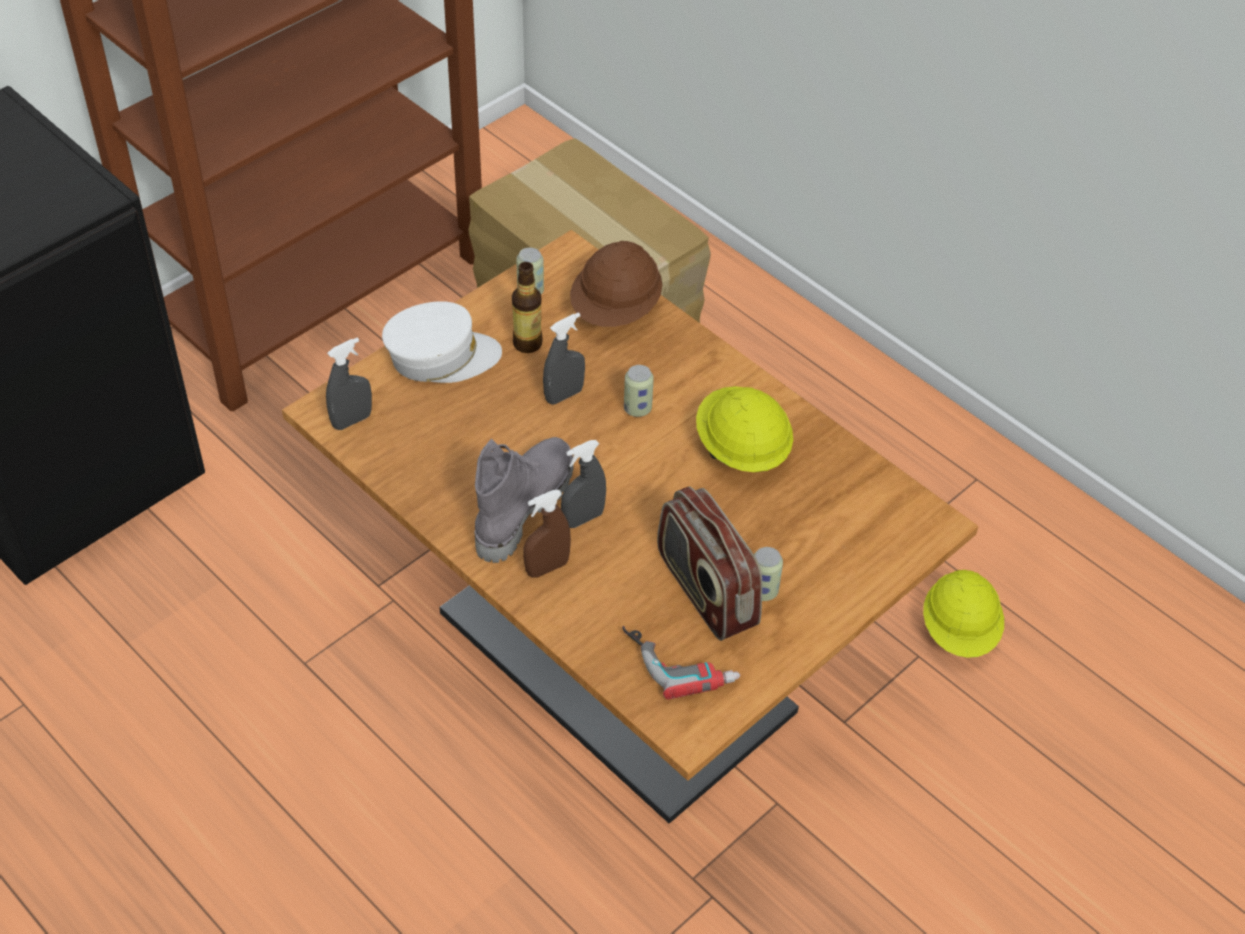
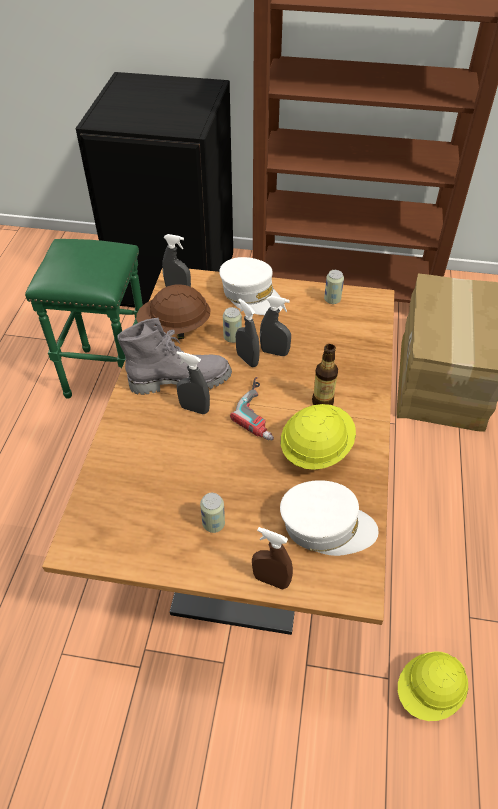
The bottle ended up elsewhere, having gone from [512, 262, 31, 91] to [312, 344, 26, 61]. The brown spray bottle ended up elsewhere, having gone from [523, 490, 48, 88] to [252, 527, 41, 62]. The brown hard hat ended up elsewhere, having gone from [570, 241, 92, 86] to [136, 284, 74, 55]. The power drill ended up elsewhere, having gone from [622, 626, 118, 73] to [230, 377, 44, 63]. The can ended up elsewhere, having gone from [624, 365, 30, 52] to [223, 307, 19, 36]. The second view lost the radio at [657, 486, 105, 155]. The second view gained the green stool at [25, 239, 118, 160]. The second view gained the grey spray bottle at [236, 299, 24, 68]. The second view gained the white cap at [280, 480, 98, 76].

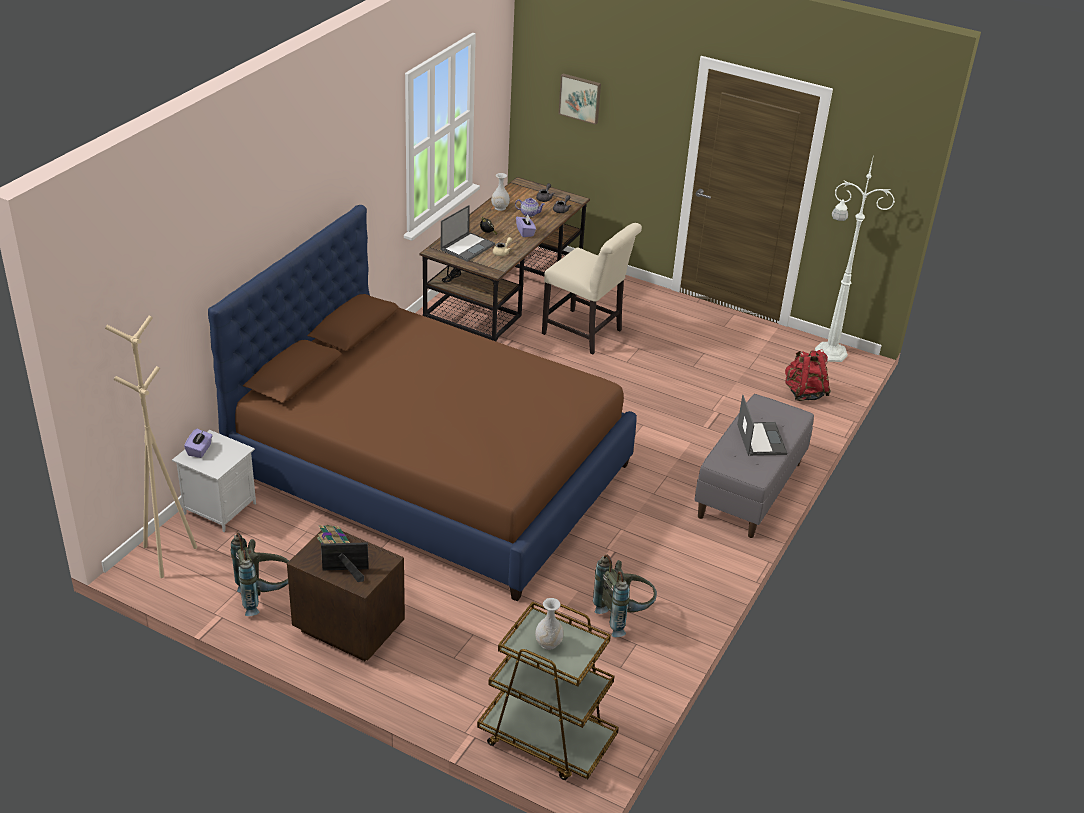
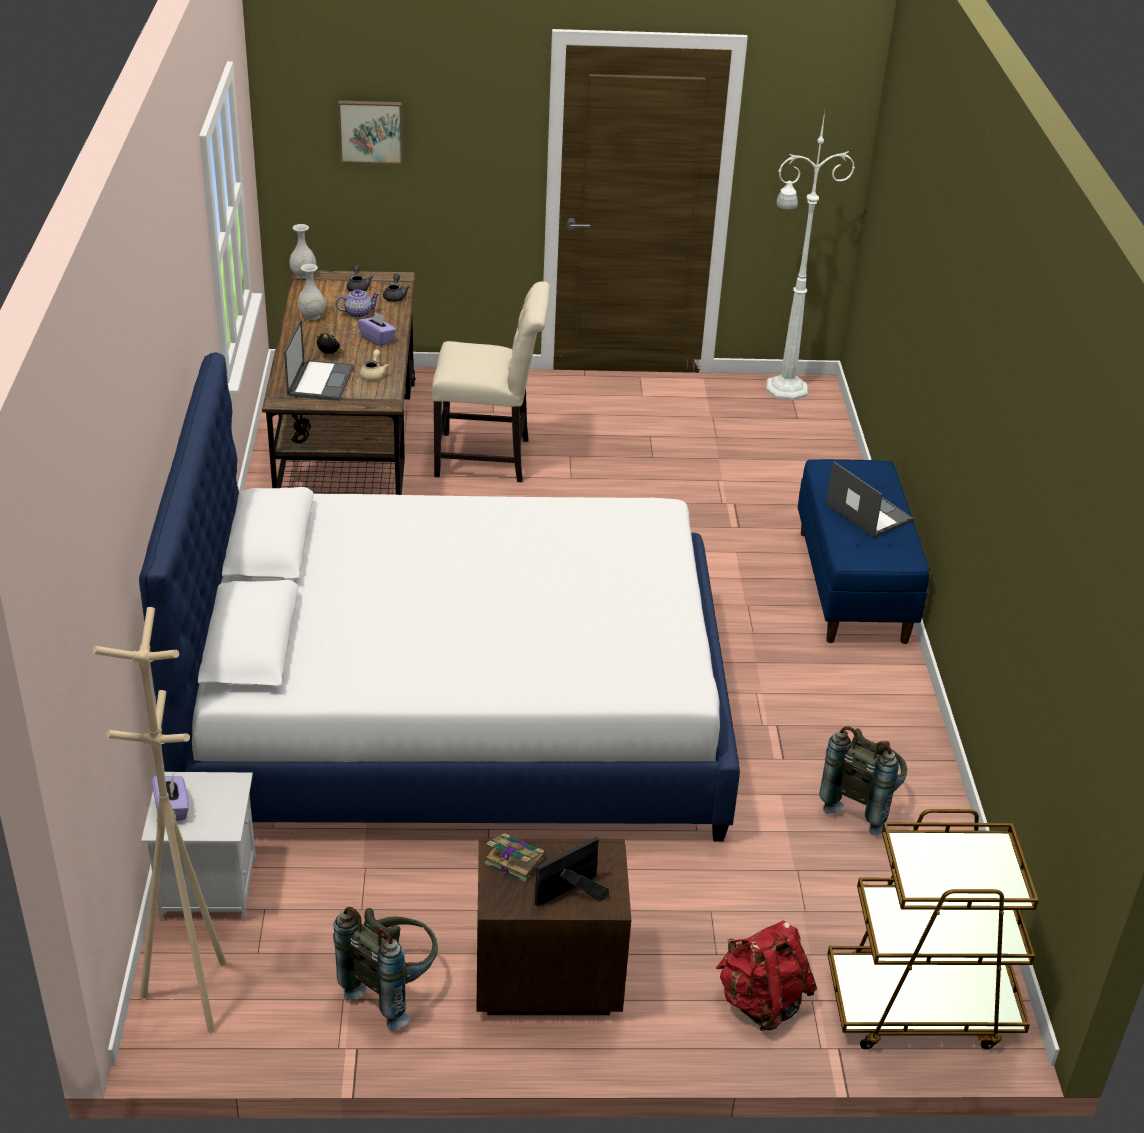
What was the brown bed at [208, 205, 429, 396] turned into the white bed at [139, 352, 601, 489]. The white vase ended up elsewhere, having gone from [535, 598, 28, 52] to [289, 224, 27, 55]. What was the grey bench at [695, 394, 119, 144] turned into the blue bench at [798, 459, 131, 185]. The red backpack ended up elsewhere, having gone from [785, 349, 46, 52] to [716, 920, 101, 111].

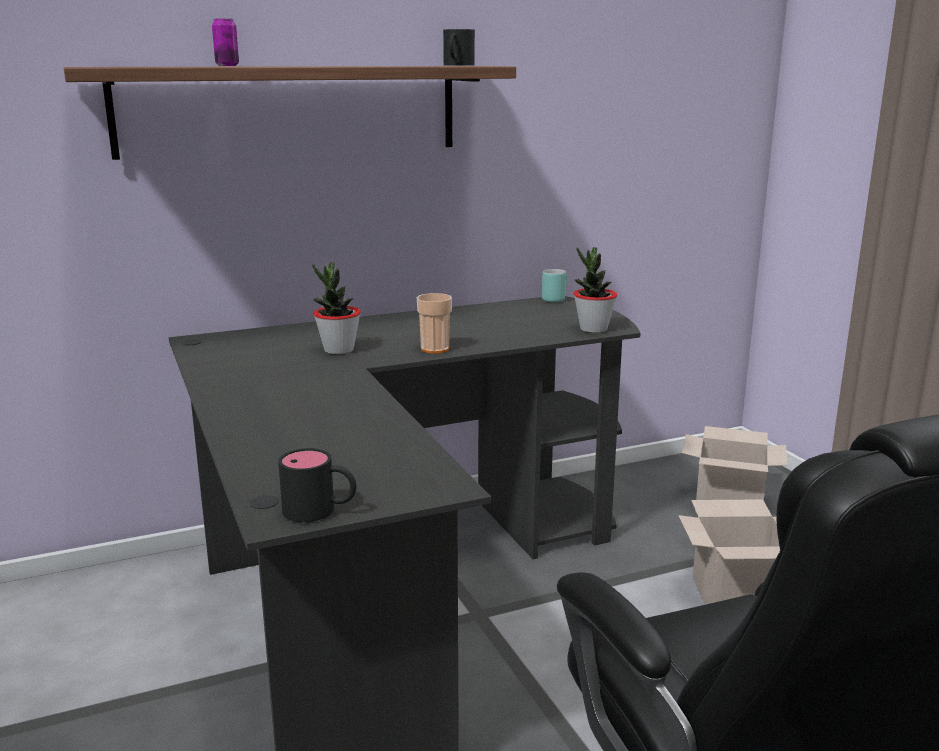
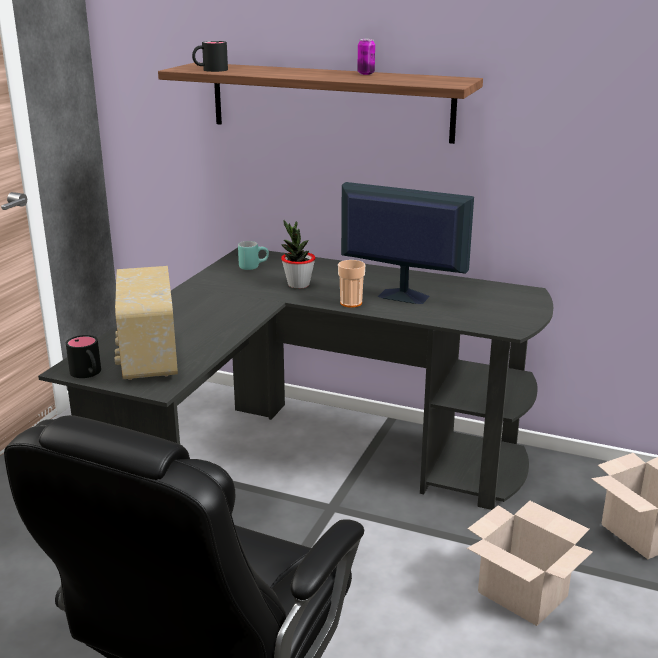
The can ended up elsewhere, having gone from [212, 18, 27, 48] to [357, 39, 18, 36]. The black mug ended up elsewhere, having gone from [443, 29, 32, 37] to [192, 41, 36, 31]. The turquoise mug ended up elsewhere, having gone from [542, 269, 25, 33] to [238, 241, 31, 29]. The second view lost the potted plant at [574, 247, 43, 86]. The second view gained the radio at [115, 266, 63, 114]. The second view gained the monitor at [341, 182, 133, 122].

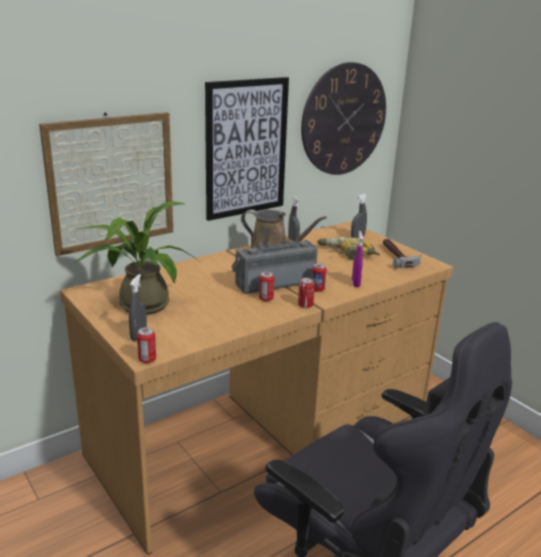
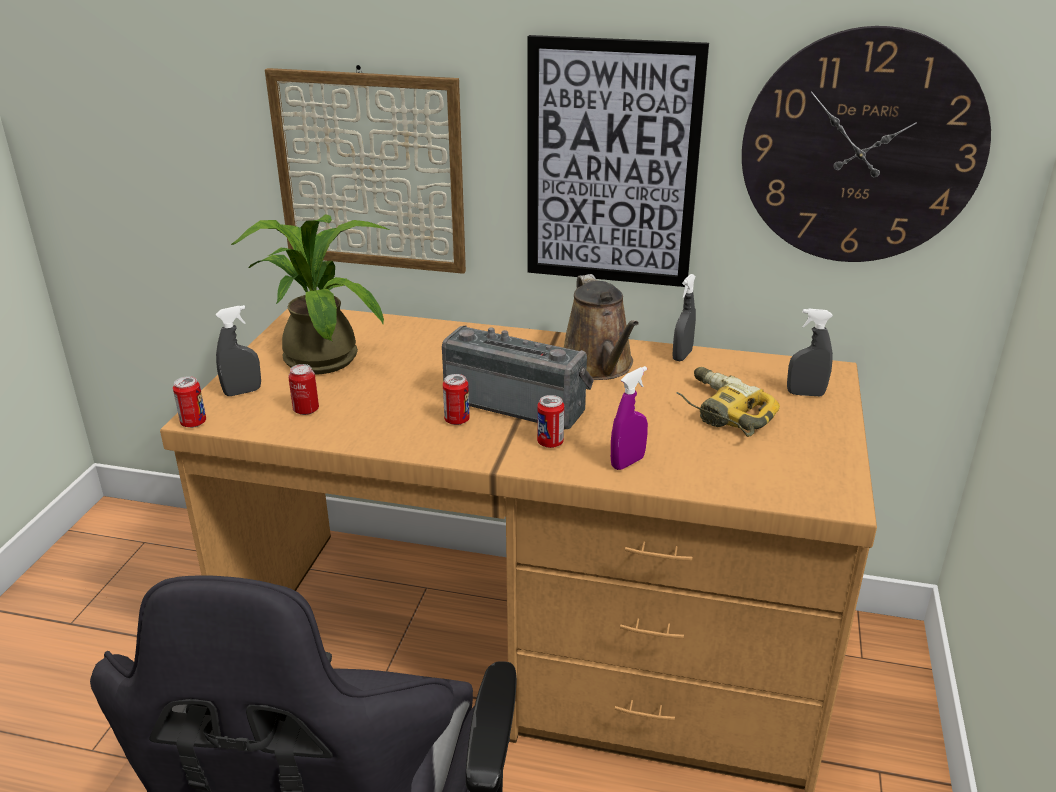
The can ended up elsewhere, having gone from [298, 278, 17, 30] to [288, 364, 31, 51]. The second view lost the hammer at [383, 239, 38, 30].

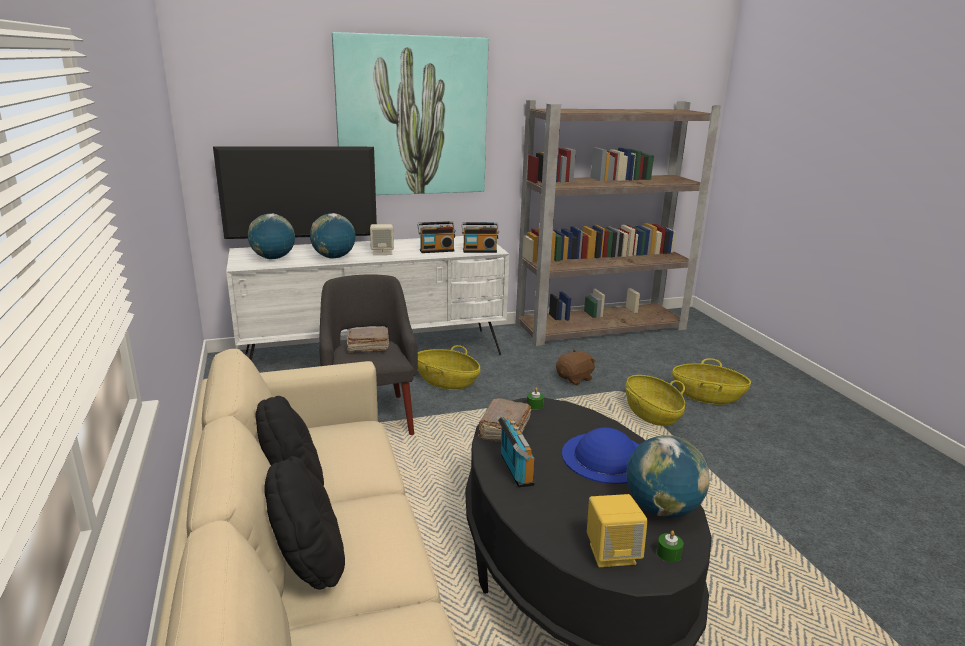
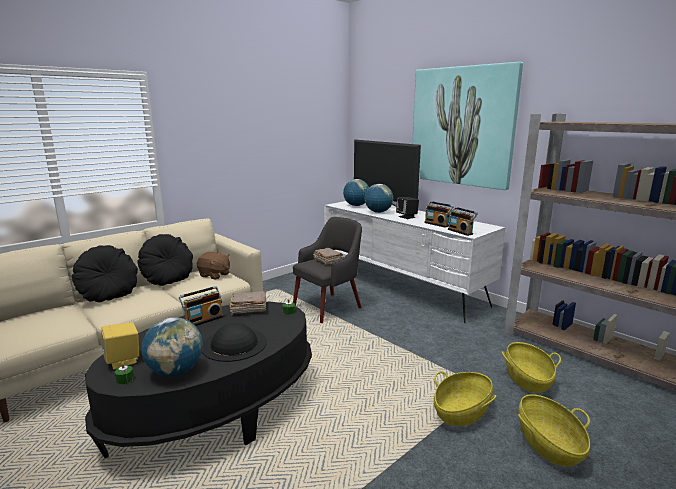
What was the beige speaker at [370, 224, 24, 31] turned into the black speaker at [396, 197, 23, 22]. The basket ended up elsewhere, having gone from [418, 345, 63, 45] to [502, 342, 59, 51]. The brown plush toy ended up elsewhere, having gone from [556, 349, 40, 36] to [197, 252, 33, 28]. What was the blue hat at [562, 428, 77, 56] turned into the black hat at [202, 323, 65, 39].

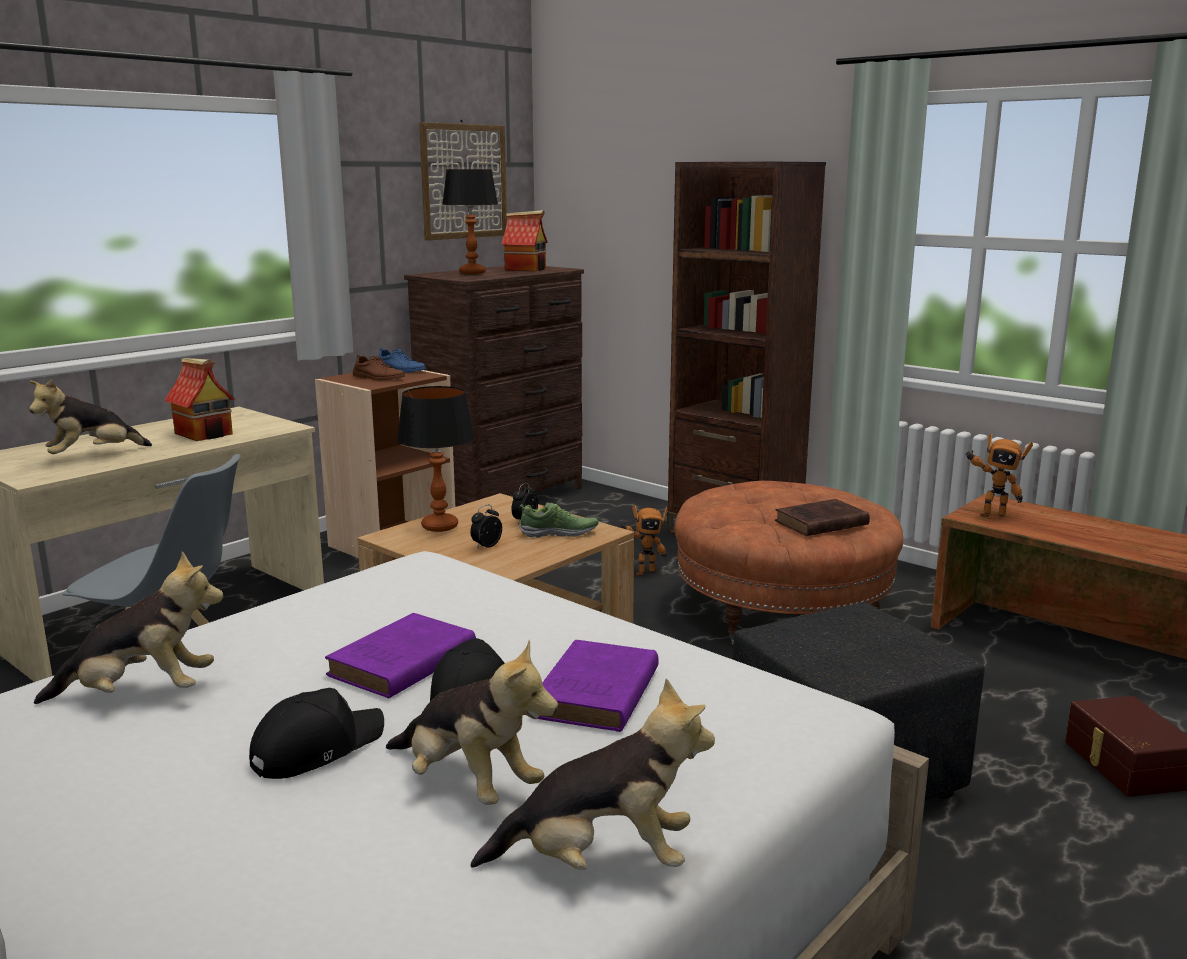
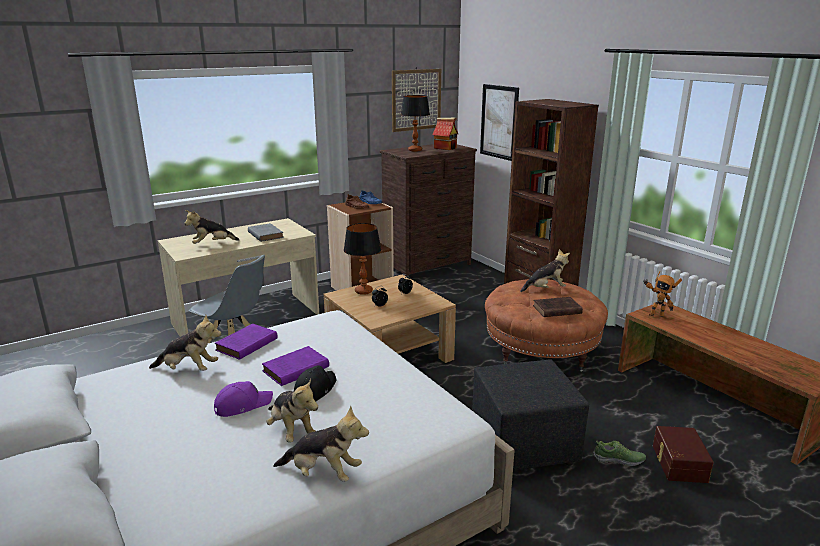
Where the toy house stood at [164, 358, 71, 83], the grey book came to stand at [248, 223, 36, 19]. What was the black cap at [249, 688, 135, 91] turned into the purple cap at [214, 381, 59, 36]. The shoe ended up elsewhere, having gone from [519, 502, 80, 36] to [593, 441, 53, 25]. The purple book ended up elsewhere, having gone from [538, 640, 121, 92] to [214, 324, 64, 36]. The second view lost the toy robot at [619, 505, 49, 71]. The second view gained the picture at [480, 84, 39, 77]. The second view gained the plush toy at [520, 249, 50, 43].

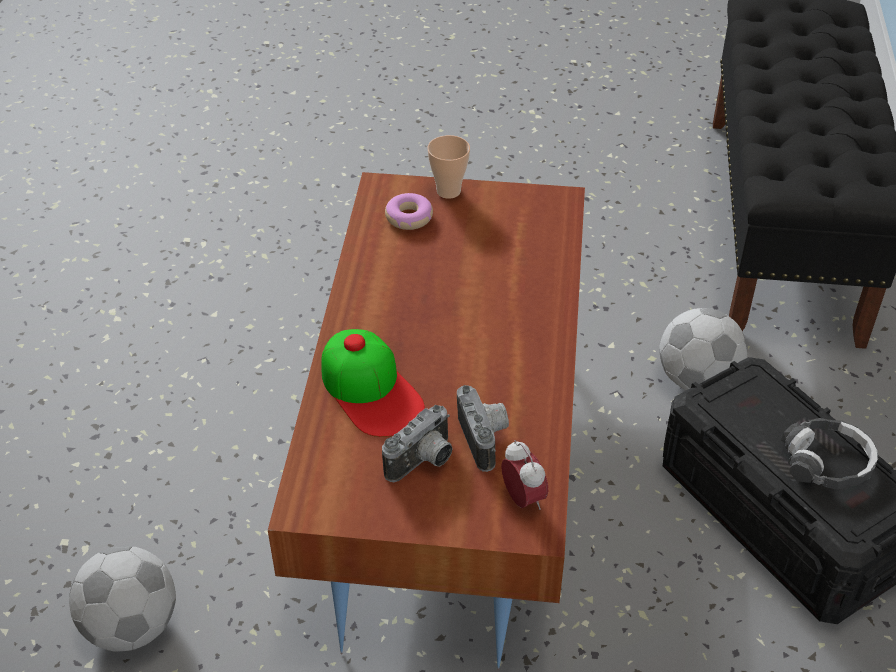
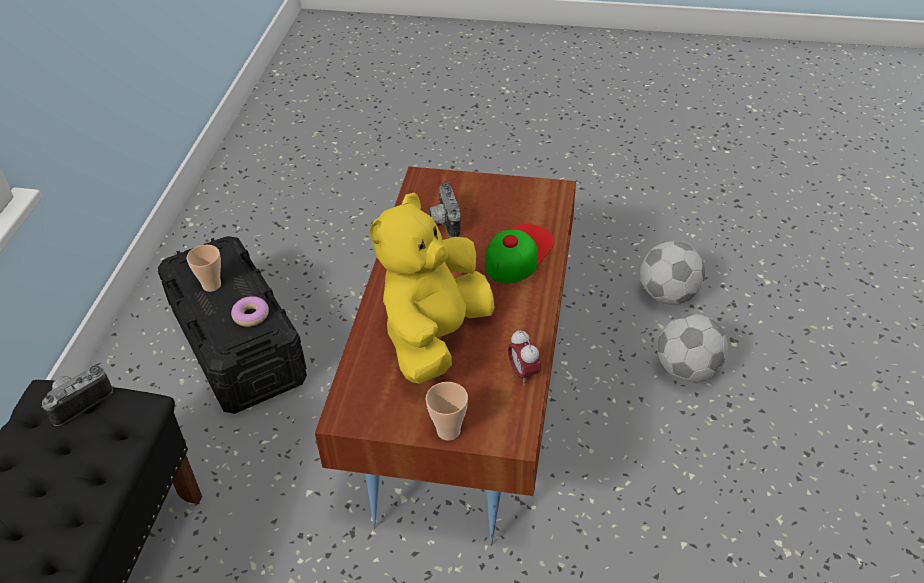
The cap at [321, 329, 104, 108] ended up facing another way, 60 degrees clockwise from before. The photo camera ended up elsewhere, having gone from [382, 405, 71, 77] to [41, 365, 72, 61]. The donut ended up elsewhere, having gone from [385, 193, 48, 37] to [231, 296, 38, 31]. The alarm clock ended up elsewhere, having gone from [501, 440, 47, 70] to [508, 329, 33, 57]. The football ended up elsewhere, having gone from [659, 308, 88, 82] to [658, 313, 70, 69]. Where the headphones stood at [781, 418, 97, 72], the cup came to stand at [186, 245, 35, 47]. The second view gained the yellow plush toy at [370, 193, 125, 191].

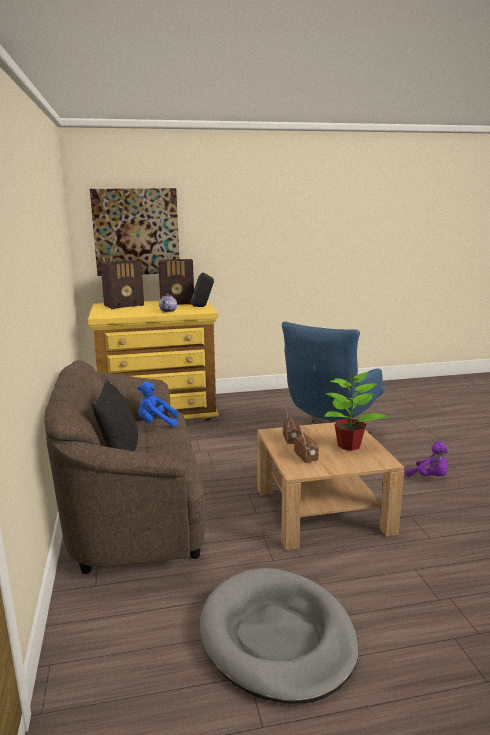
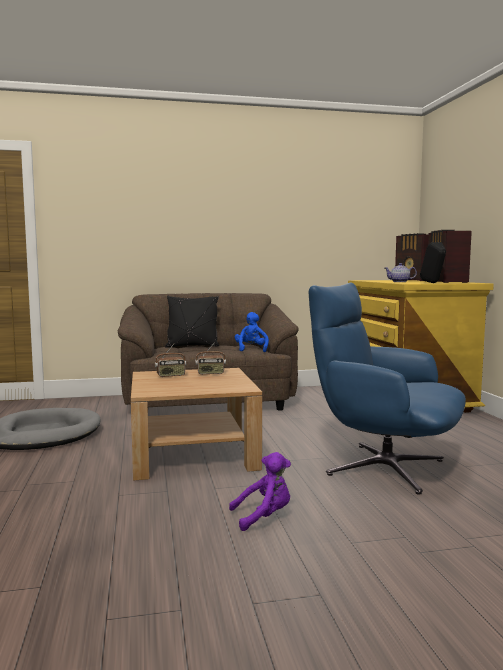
The second view lost the picture at [90, 188, 89, 88]. The second view lost the potted plant at [324, 369, 65, 82]. The purple plush toy at [406, 441, 42, 36] ended up facing another way, 150 degrees counterclockwise from before.

